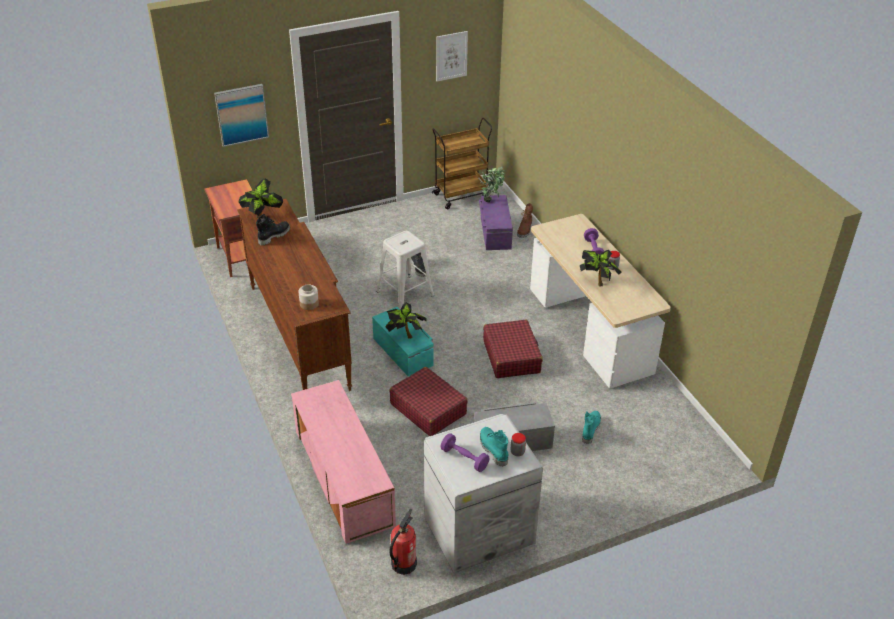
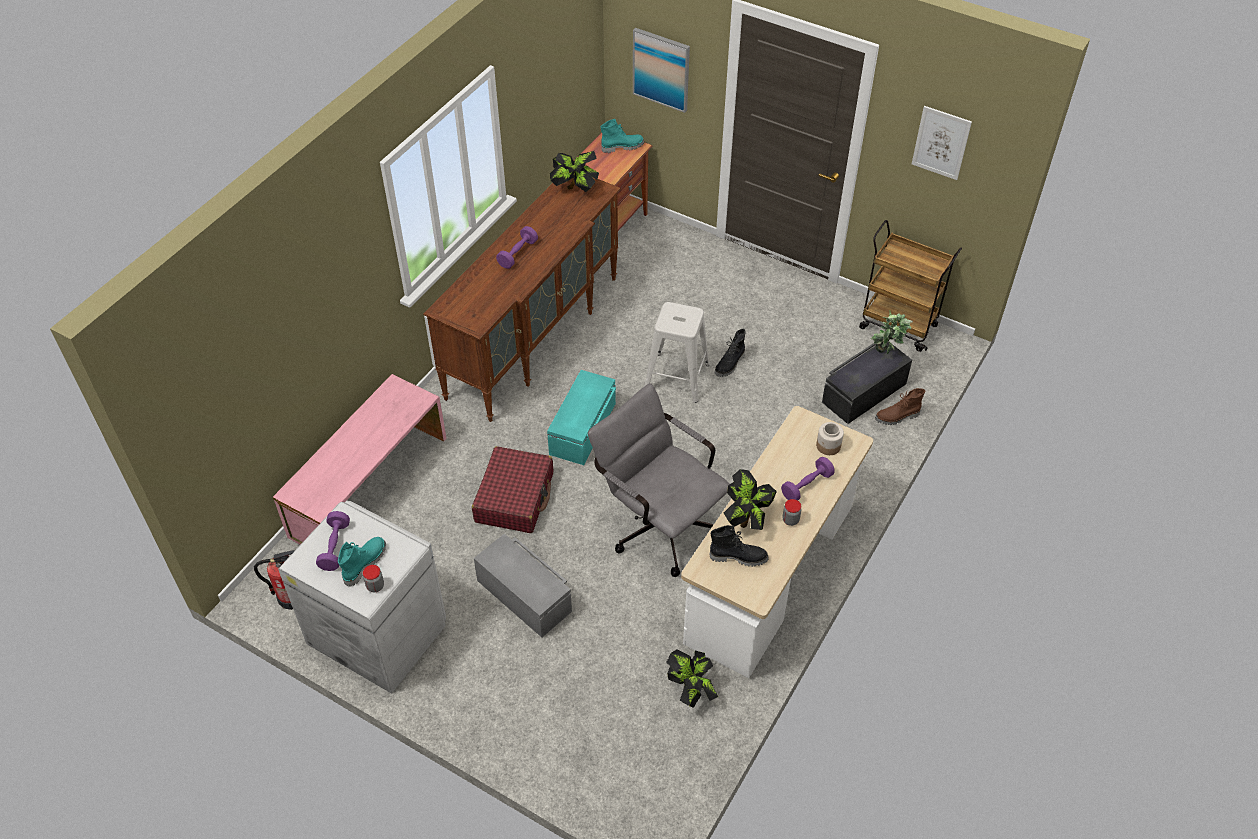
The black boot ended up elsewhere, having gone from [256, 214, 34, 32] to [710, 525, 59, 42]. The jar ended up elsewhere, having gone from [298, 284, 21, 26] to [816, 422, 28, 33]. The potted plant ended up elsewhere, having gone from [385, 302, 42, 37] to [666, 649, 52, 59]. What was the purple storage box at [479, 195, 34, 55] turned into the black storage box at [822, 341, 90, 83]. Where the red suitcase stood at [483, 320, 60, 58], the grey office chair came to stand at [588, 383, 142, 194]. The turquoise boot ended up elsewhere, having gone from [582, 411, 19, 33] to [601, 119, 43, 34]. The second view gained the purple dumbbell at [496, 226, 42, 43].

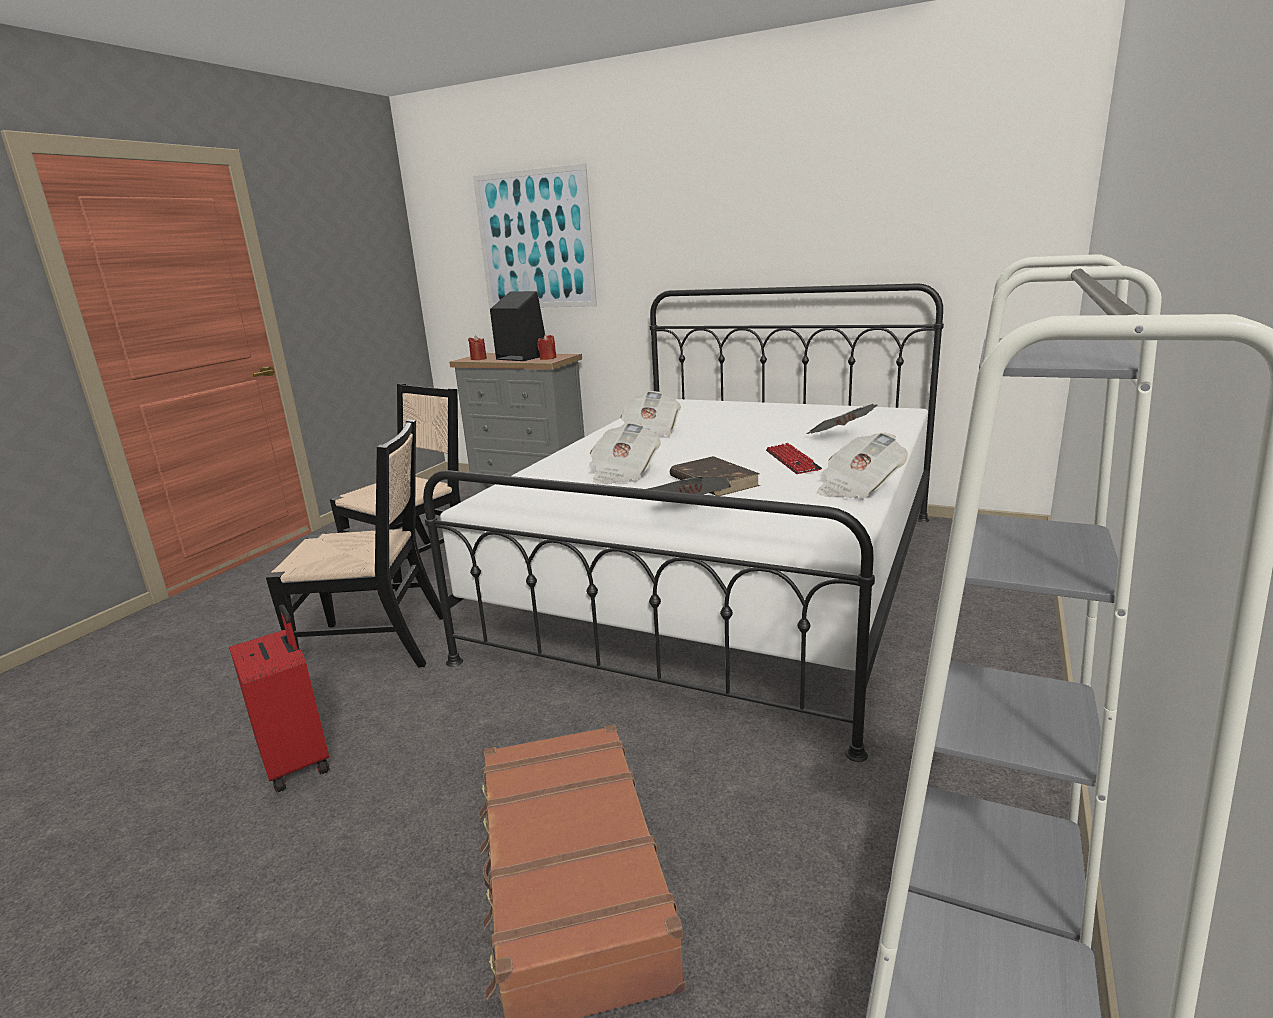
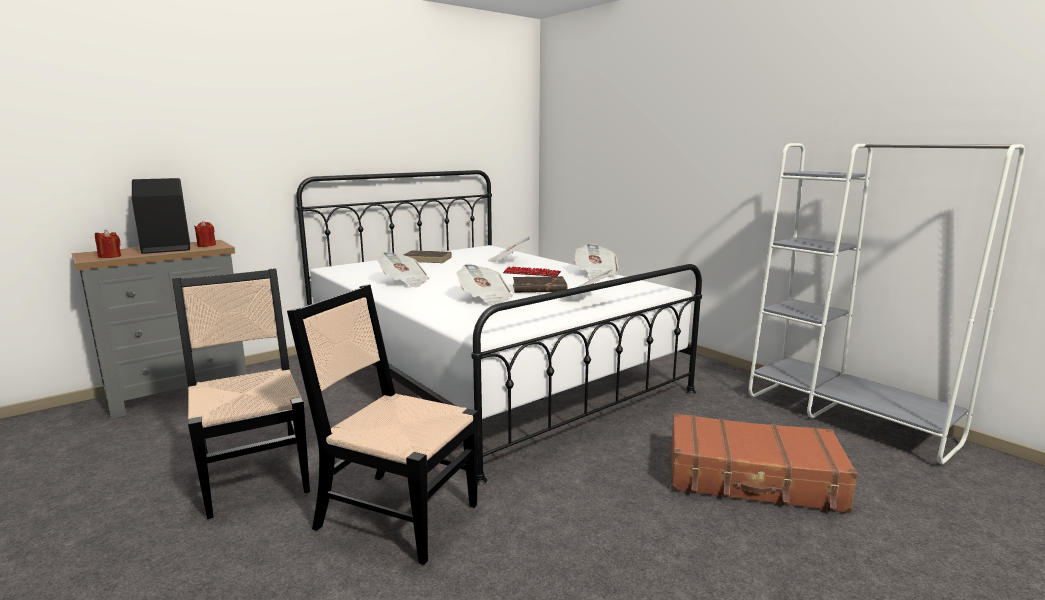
The second view lost the red suitcase at [229, 605, 101, 187]. The chair at [266, 419, 177, 249] ended up facing another way, 90 degrees counterclockwise from before. The second view lost the picture at [473, 163, 124, 145]. The second view gained the brown book at [403, 250, 49, 13].

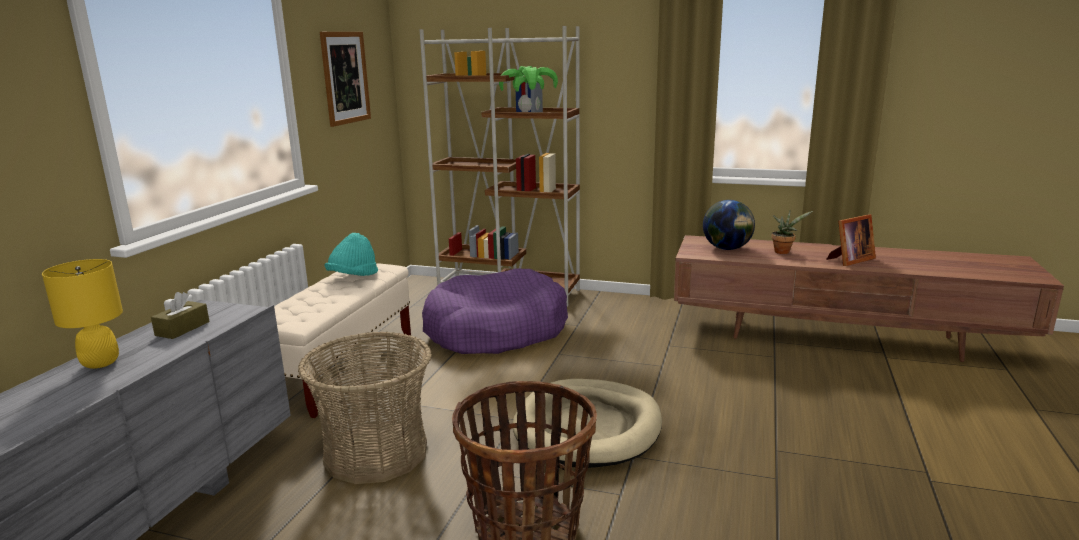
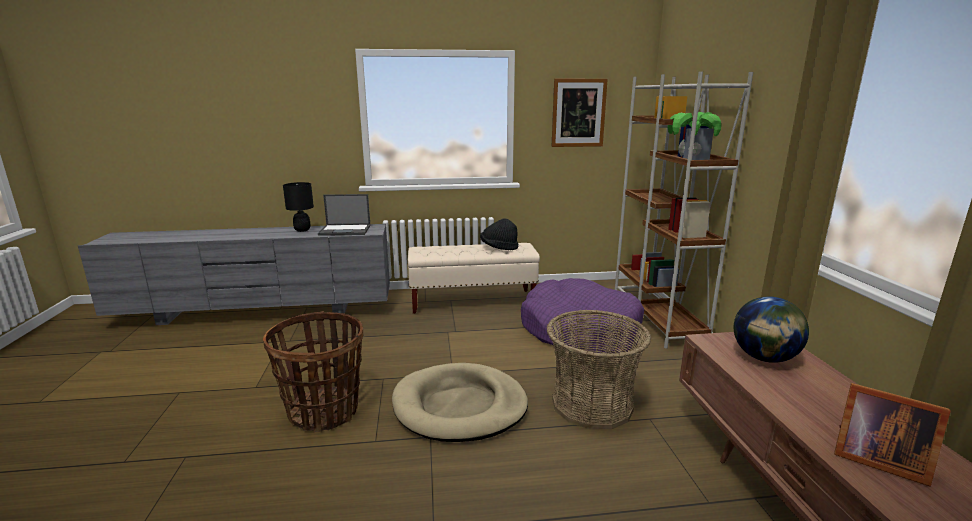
What was the yellow table lamp at [42, 259, 81, 110] turned into the black table lamp at [283, 182, 31, 50]. Where the brown tissue box stood at [151, 292, 59, 47], the laptop came to stand at [318, 194, 53, 42]. The basket ended up elsewhere, having gone from [298, 332, 134, 152] to [547, 310, 104, 119]. What was the turquoise hat at [324, 233, 54, 43] turned into the black hat at [480, 218, 39, 32]. The second view lost the potted plant at [771, 211, 42, 43].

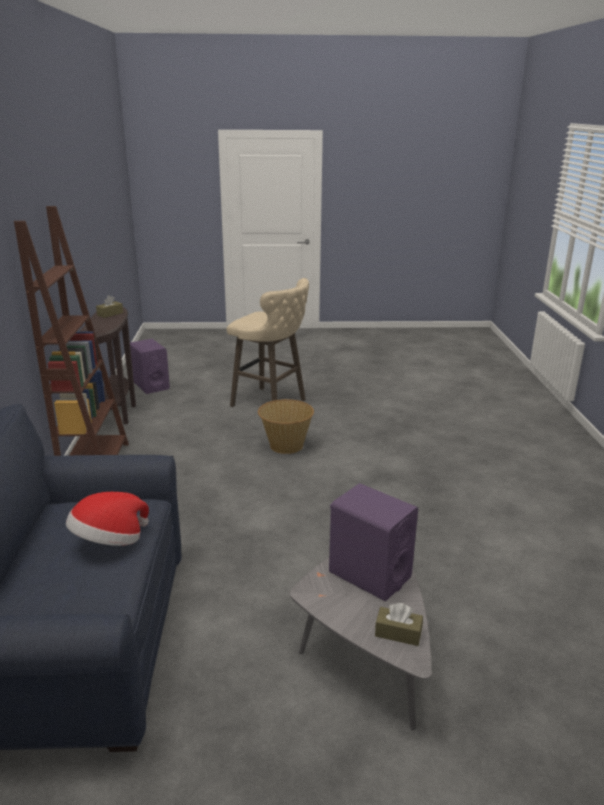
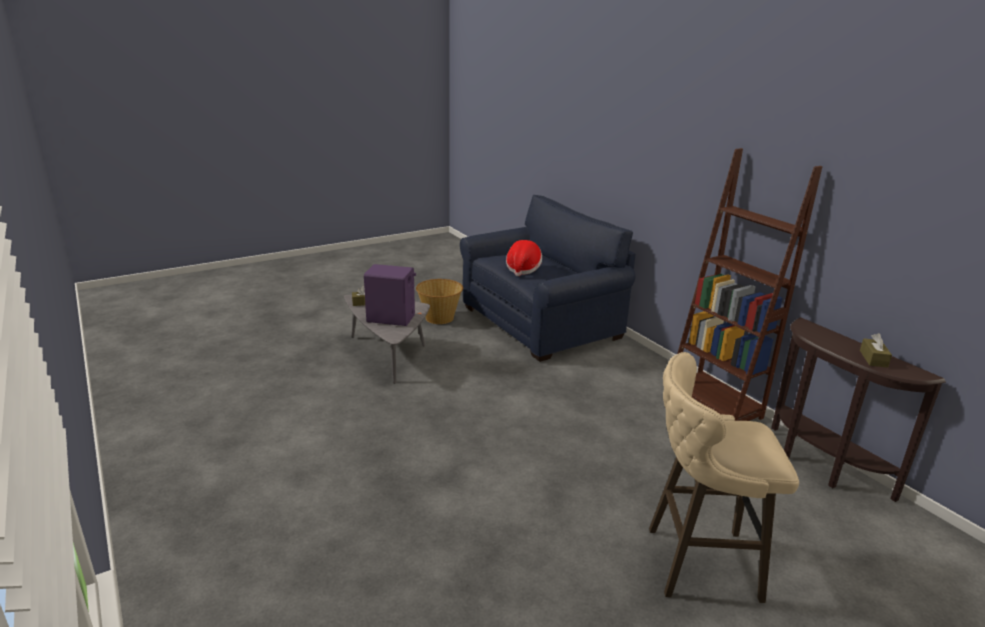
The second view lost the purple speaker at [130, 339, 40, 55]. The basket ended up elsewhere, having gone from [258, 399, 56, 55] to [416, 279, 47, 45].

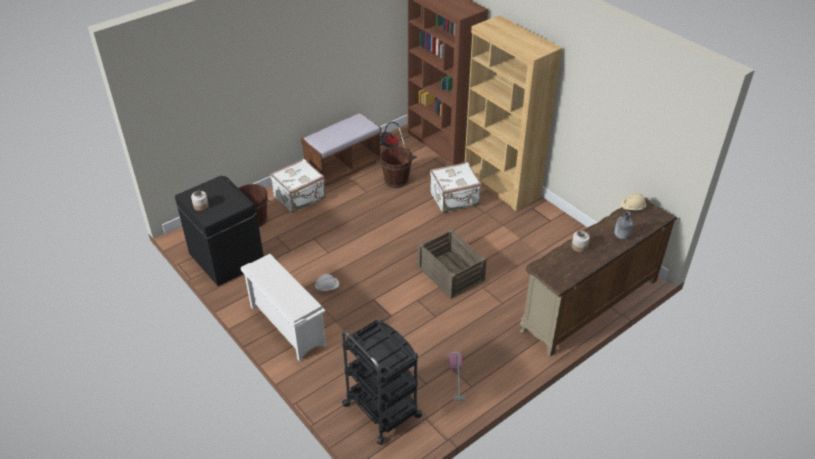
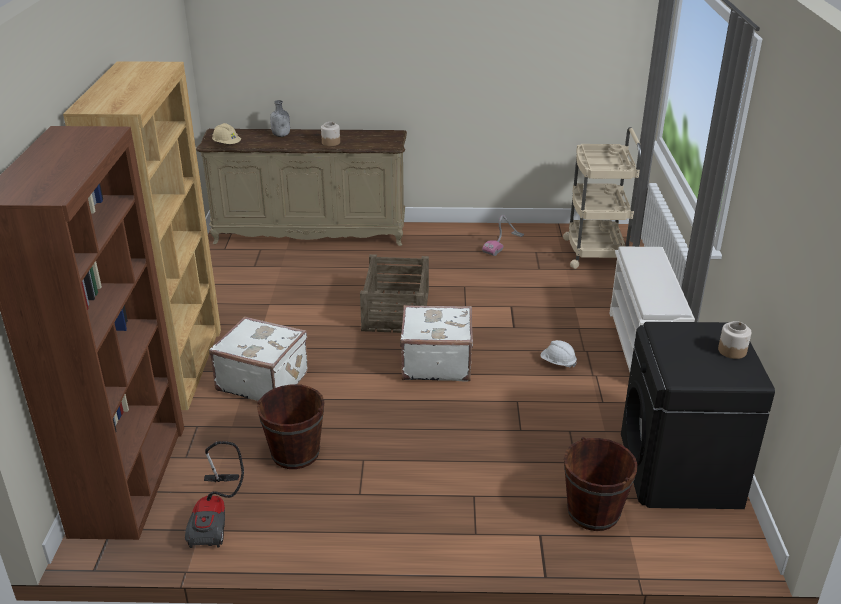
The white suitcase ended up elsewhere, having gone from [270, 159, 56, 54] to [400, 305, 73, 77]. The second view lost the brown bench at [301, 113, 80, 73]. What was the black cart at [342, 320, 80, 125] turned into the beige cart at [563, 127, 78, 142].

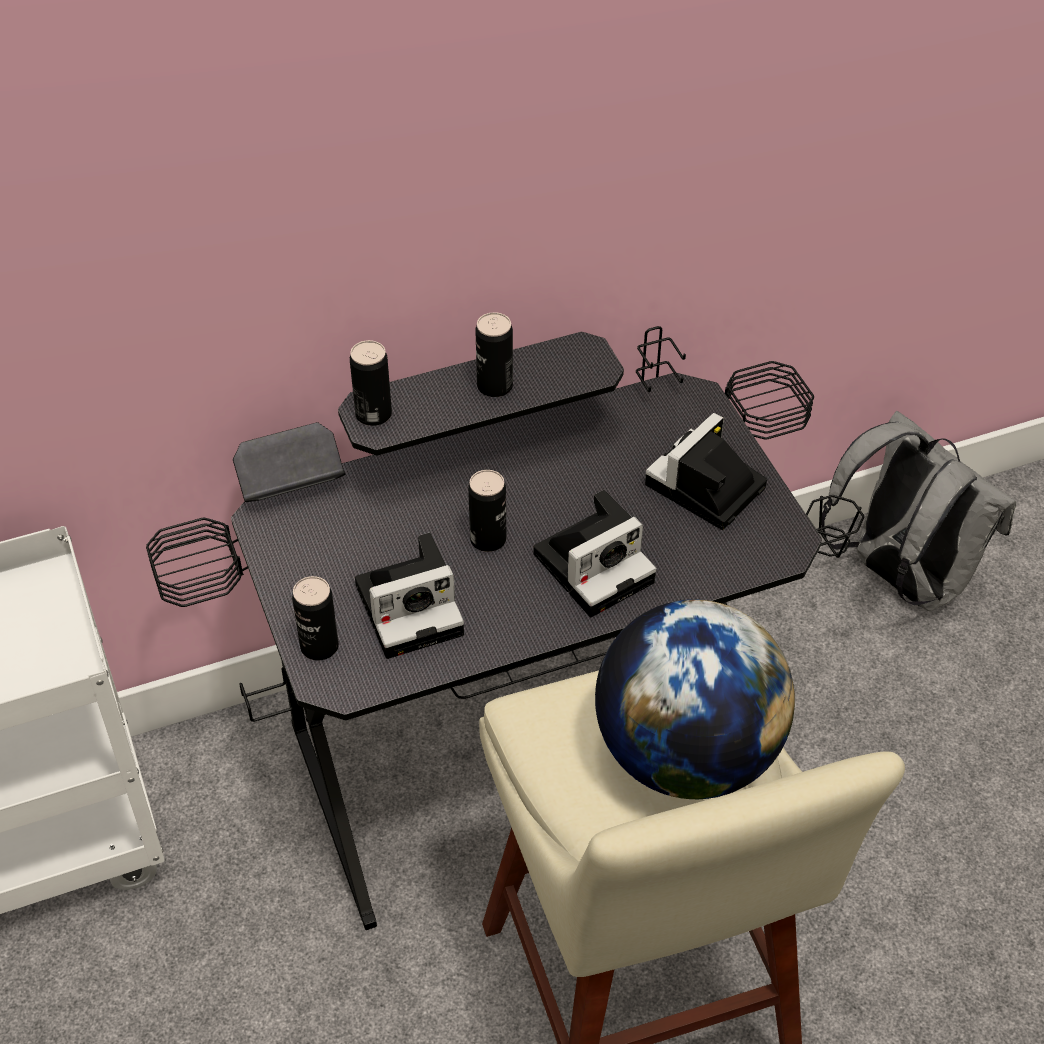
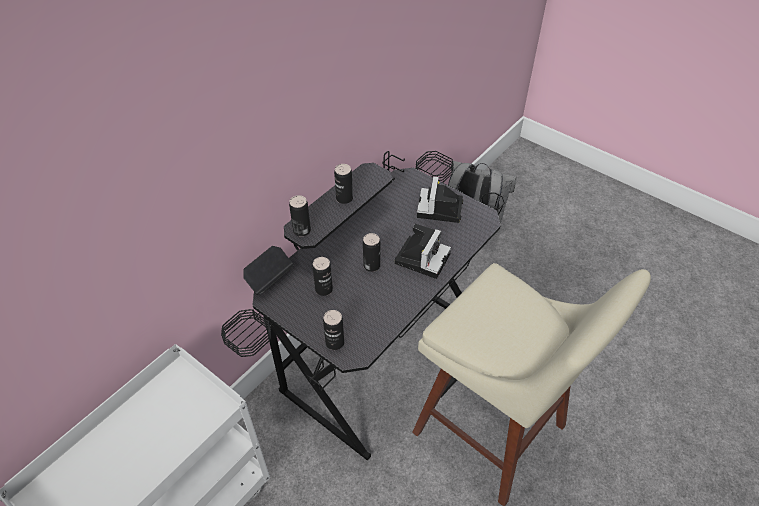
The second view lost the photo camera at [355, 533, 109, 126]. The second view lost the globe at [595, 600, 200, 199]. The second view gained the can at [312, 257, 21, 39].

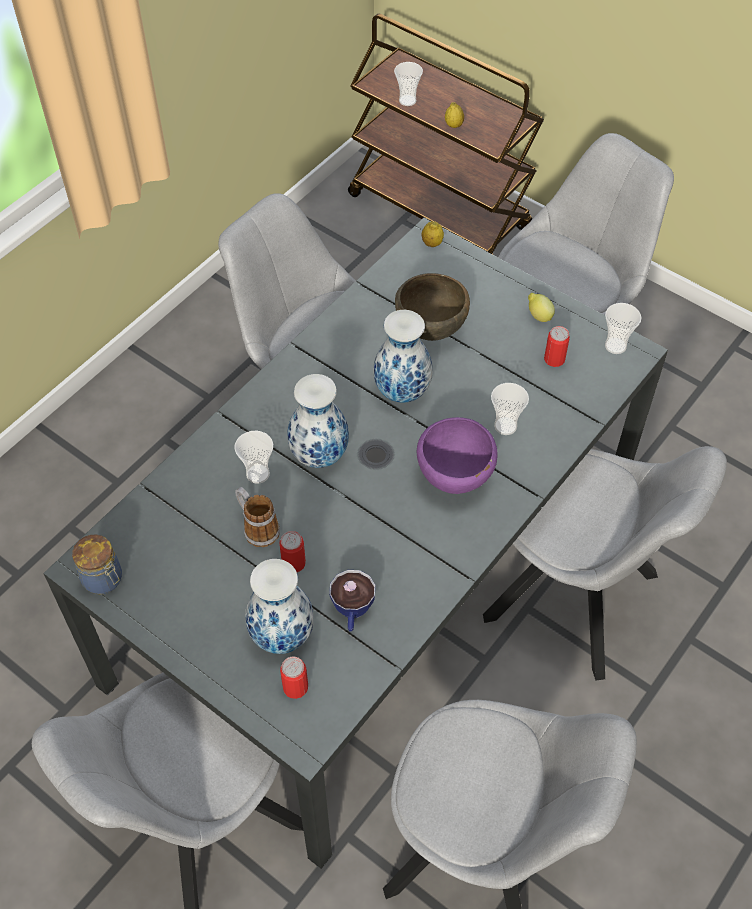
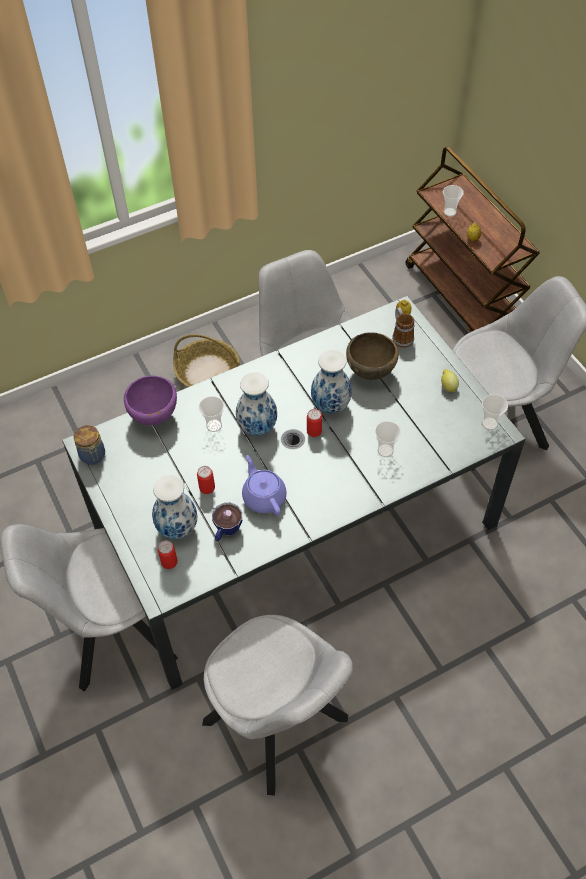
The mug ended up elsewhere, having gone from [235, 487, 45, 60] to [392, 307, 22, 41]. The purple bowl ended up elsewhere, having gone from [417, 417, 80, 77] to [124, 376, 53, 49]. The second view lost the grey chair at [483, 446, 244, 235]. The can ended up elsewhere, having gone from [544, 326, 26, 41] to [307, 409, 15, 28]. The second view gained the basket at [173, 334, 67, 56]. The second view gained the purple teapot at [242, 455, 45, 60].

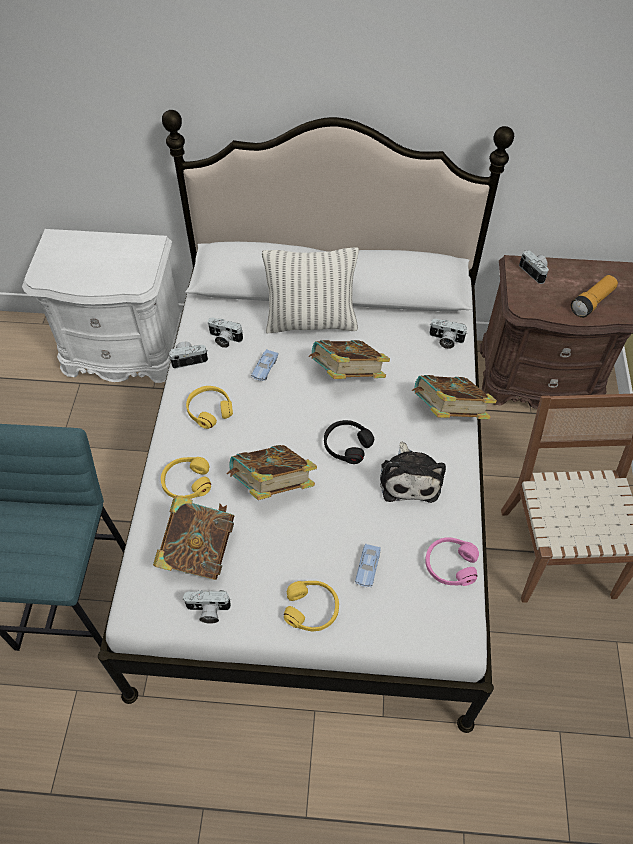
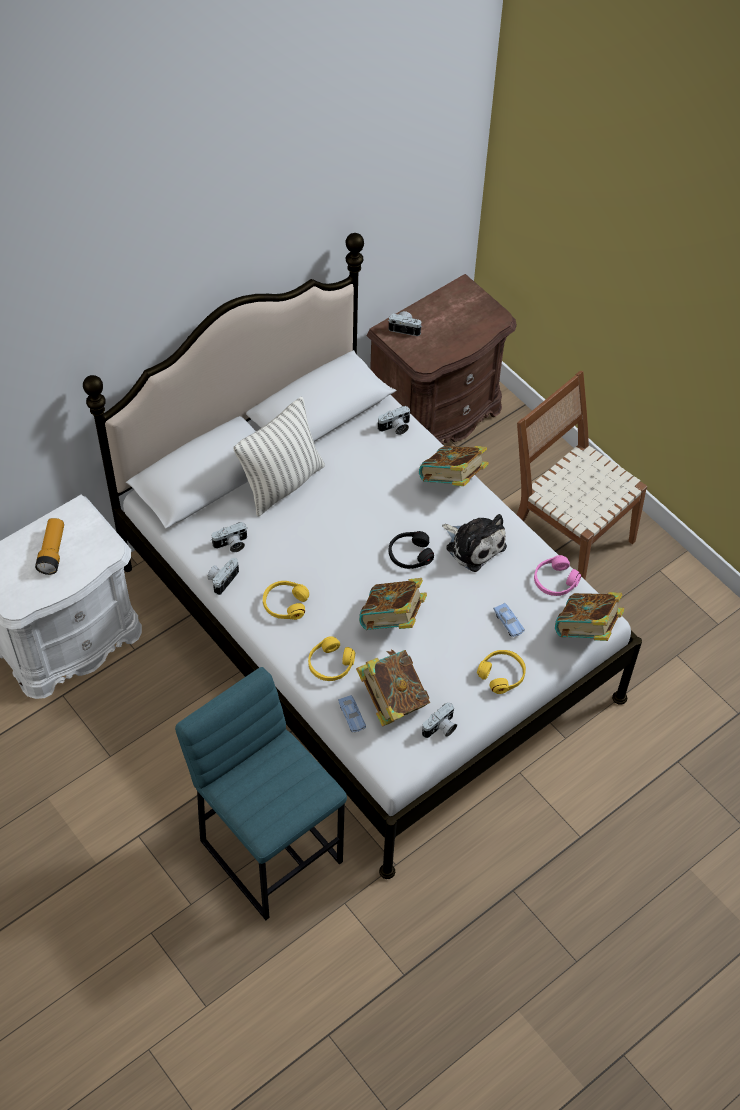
The blue toy car ended up elsewhere, having gone from [251, 349, 28, 32] to [338, 695, 28, 38]. The book ended up elsewhere, having gone from [309, 340, 81, 39] to [555, 592, 69, 49]. The flashlight ended up elsewhere, having gone from [571, 275, 47, 43] to [35, 518, 29, 57].

